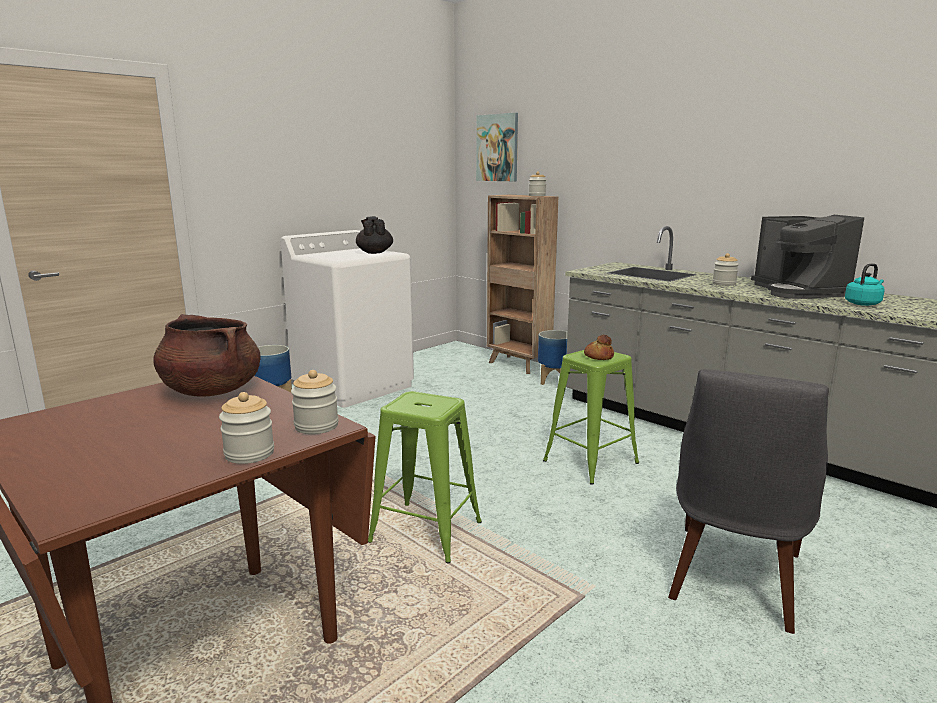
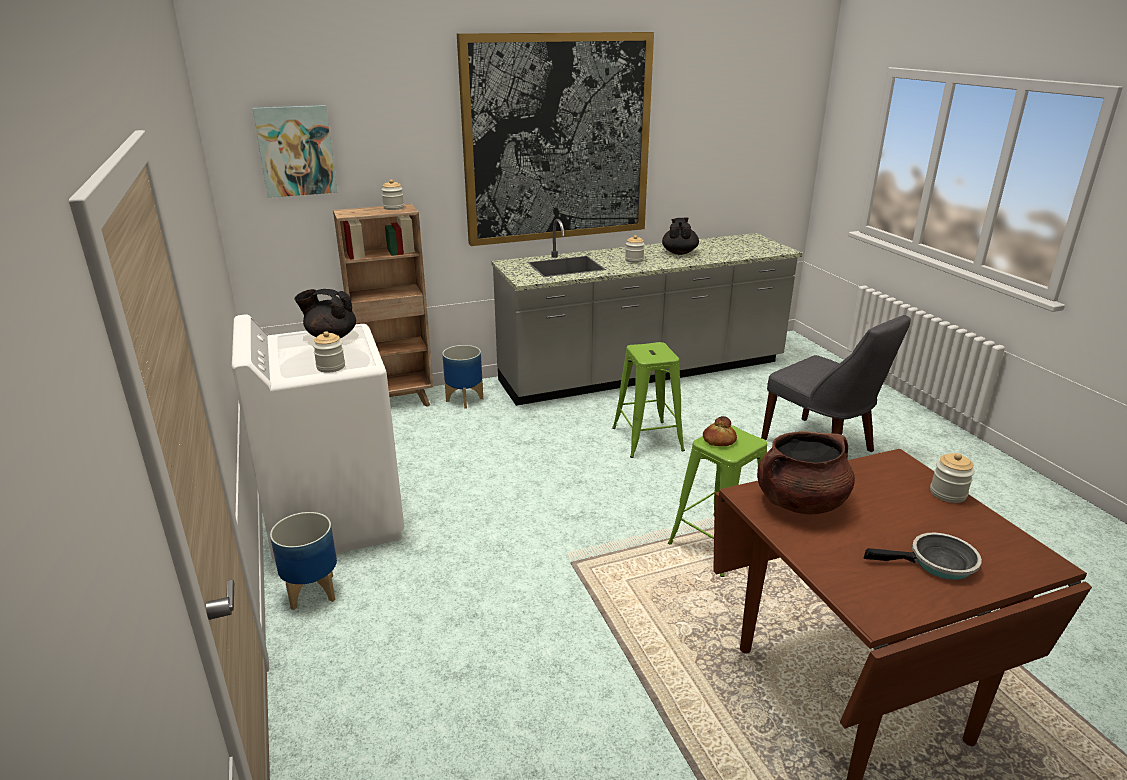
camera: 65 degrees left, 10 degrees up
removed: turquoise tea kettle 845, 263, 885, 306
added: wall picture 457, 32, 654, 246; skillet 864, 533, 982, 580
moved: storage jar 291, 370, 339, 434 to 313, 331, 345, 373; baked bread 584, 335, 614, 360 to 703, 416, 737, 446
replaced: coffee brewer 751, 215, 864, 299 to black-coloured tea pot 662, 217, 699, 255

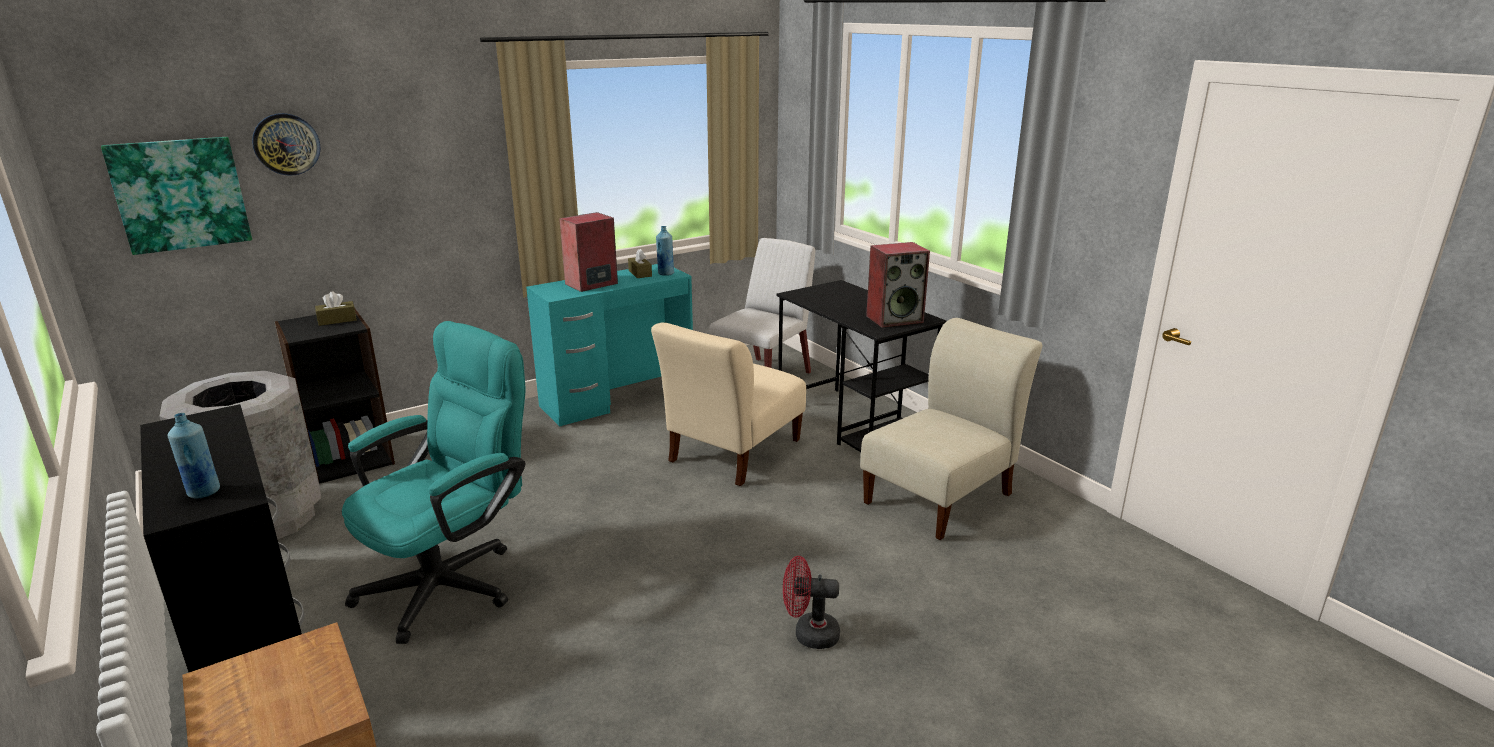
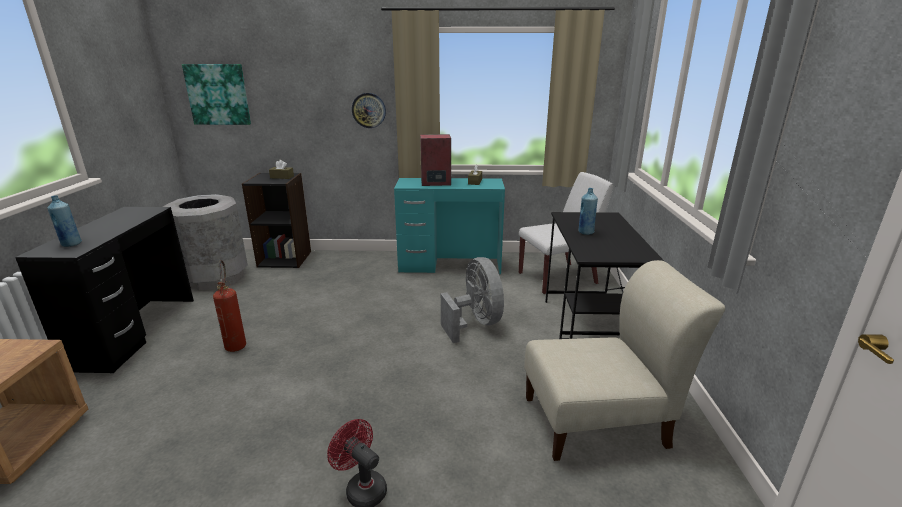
camera: 35 degrees right, 0 degrees up
removed: loudspeaker 866, 242, 930, 328
moved: wall clock 252, 113, 321, 176 to 352, 93, 386, 128; bluish drink bottle 656, 226, 674, 276 to 578, 188, 598, 235
replaced: turquoise computer chair 342, 321, 526, 644 to fire extinguisher 213, 260, 246, 352; beige upright chair 651, 322, 806, 486 to greyish fan 441, 257, 504, 343

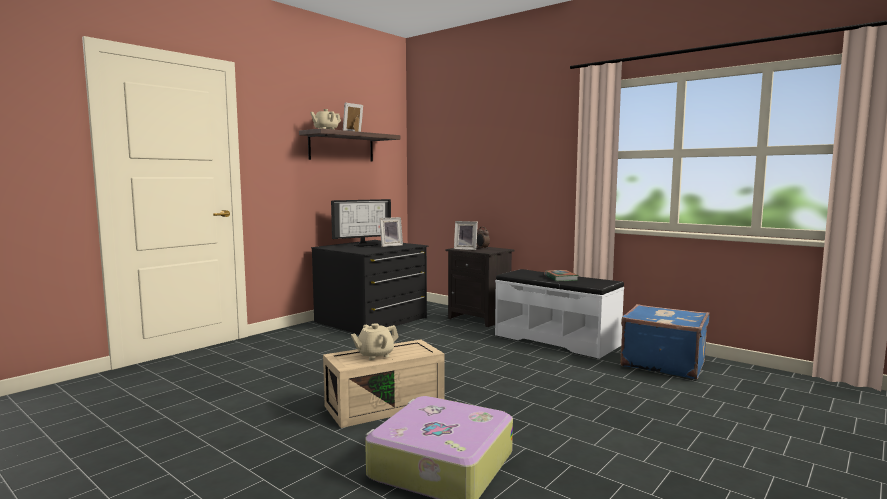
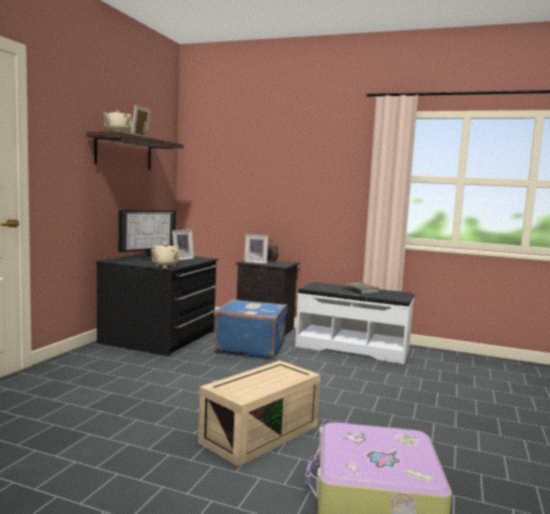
camera: 20 degrees left, 0 degrees up
moved: beige tea pot 351, 323, 398, 360 to 151, 243, 180, 268; bluish suitcase 620, 304, 709, 379 to 215, 299, 287, 359

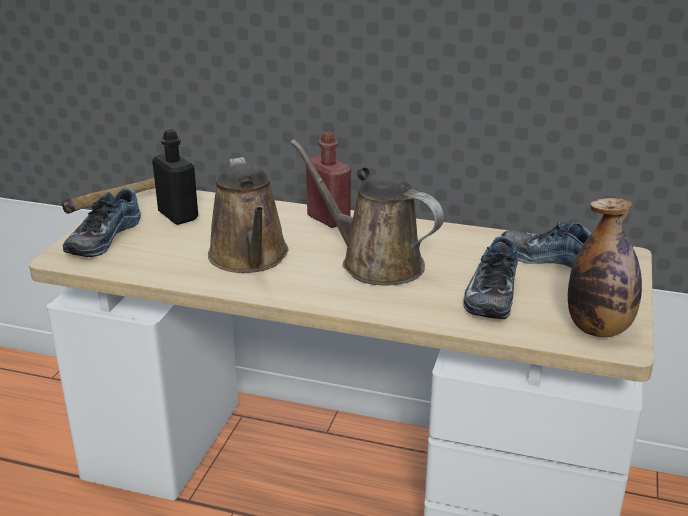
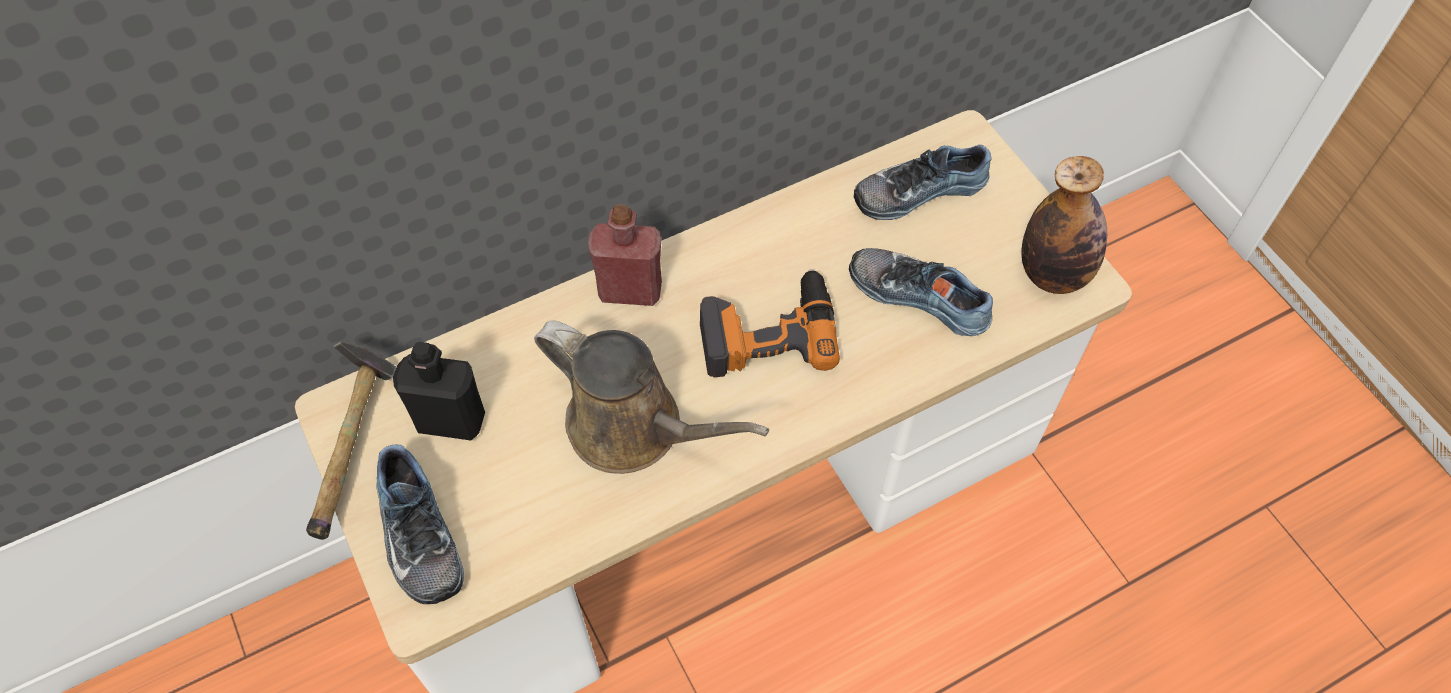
camera: 45 degrees left, 30 degrees up
replaced: brown-coloured watering can 290, 139, 444, 285 to drill 700, 269, 840, 378
turned: shoe 464, 236, 518, 319 = 849, 248, 993, 336 150 degrees clockwise

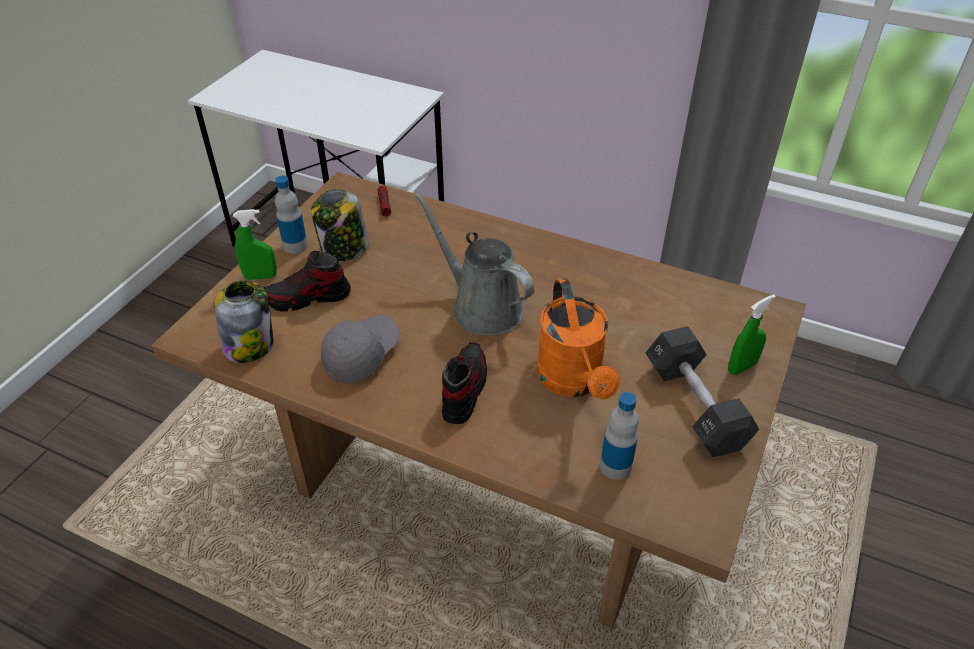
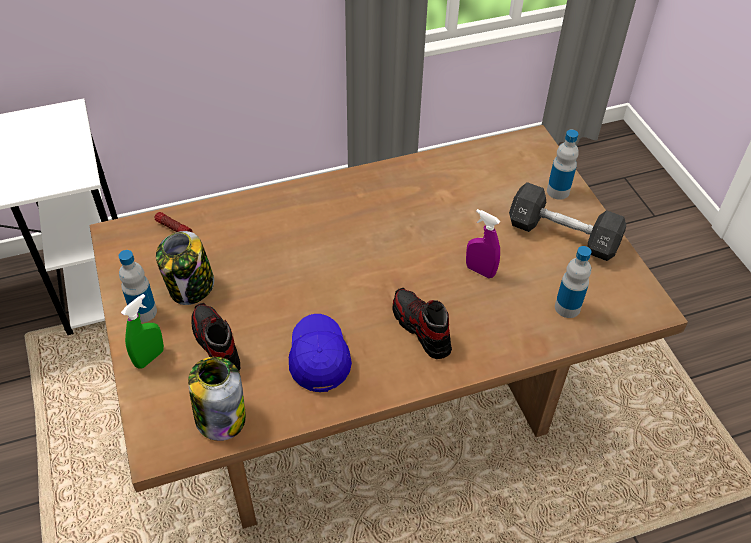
camera: 45 degrees left, 5 degrees up
removed: greyish watering can 415, 192, 534, 336
replaced: orange watering can 537, 278, 620, 400 to purple-coloured spray bottle 466, 209, 500, 278; green spray bottle 728, 294, 776, 375 to drink bottle 547, 130, 578, 200
recoloured: greyish baseball cap 321, 315, 400, 384 to bluish baseball cap 289, 314, 352, 392
turned: shoe 263, 251, 351, 311 = 191, 303, 240, 371 120 degrees clockwise

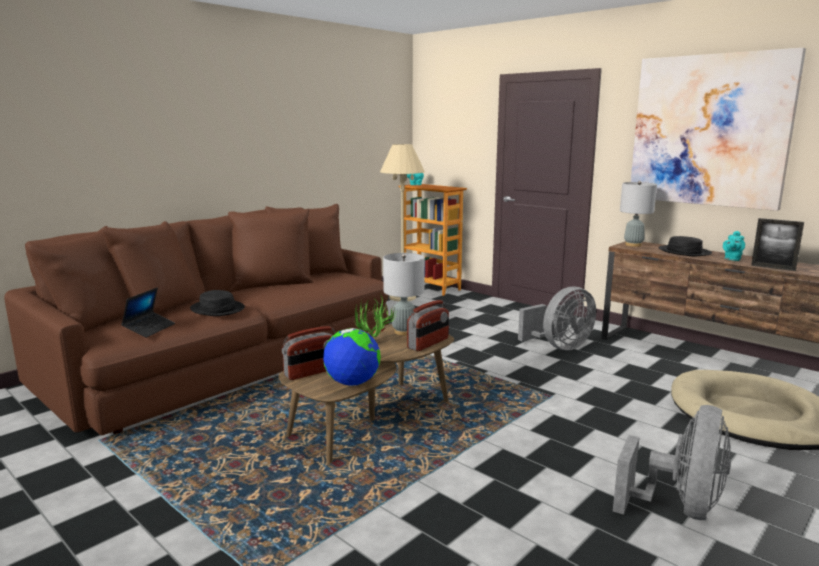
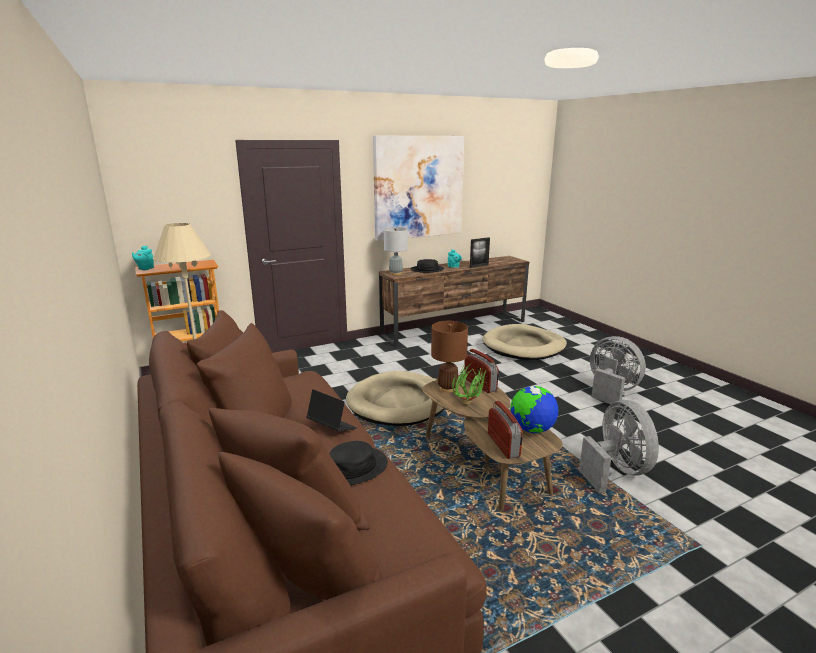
camera: 70 degrees left, 5 degrees up
added: beige dog bed 346, 371, 444, 426
moved: laptop 121, 288, 175, 338 to 306, 389, 357, 432; greyish fan 518, 286, 596, 350 to 579, 400, 659, 493
recoloured: greyish lamp for a table 383, 253, 425, 335 to brown-coloured lamp for a table 431, 321, 468, 393

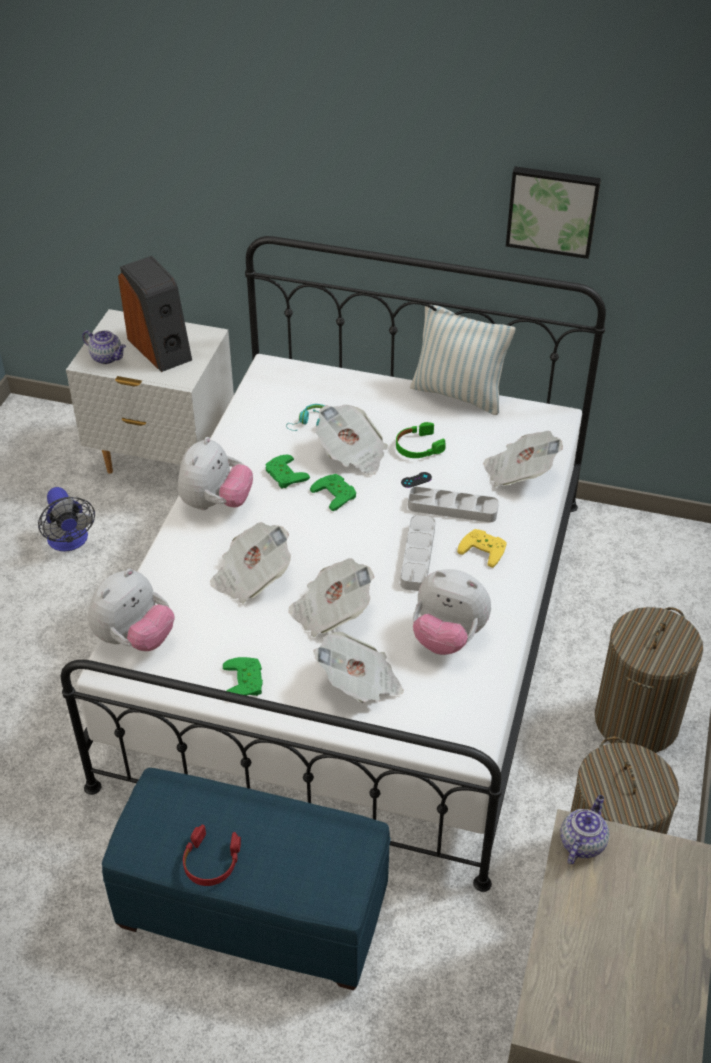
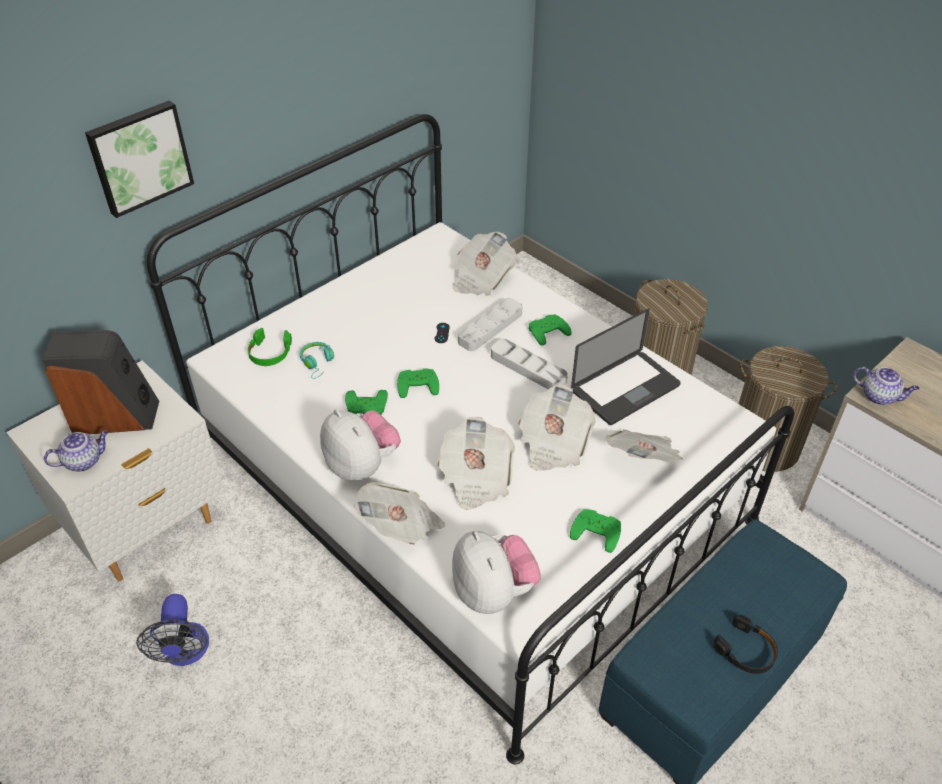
camera: 60 degrees left, 0 degrees up
removed: throw pillow 410, 304, 516, 415
moved: wall picture 506, 166, 601, 259 to 85, 101, 194, 218; green headset 396, 422, 446, 458 to 248, 328, 292, 366; daily paper 315, 405, 388, 475 to 354, 482, 445, 545
replaced: plush toy 413, 569, 491, 655 to laptop 571, 309, 681, 425
recoloured: yellowish joypad 457, 529, 507, 568 to green joypad 529, 314, 572, 346; red headset 183, 825, 241, 886 to black-coloured headset 713, 615, 778, 674
turned: fan 38, 487, 95, 551 = 136, 594, 209, 666 75 degrees clockwise; tea pot 560, 795, 609, 864 = 853, 367, 919, 405 150 degrees clockwise

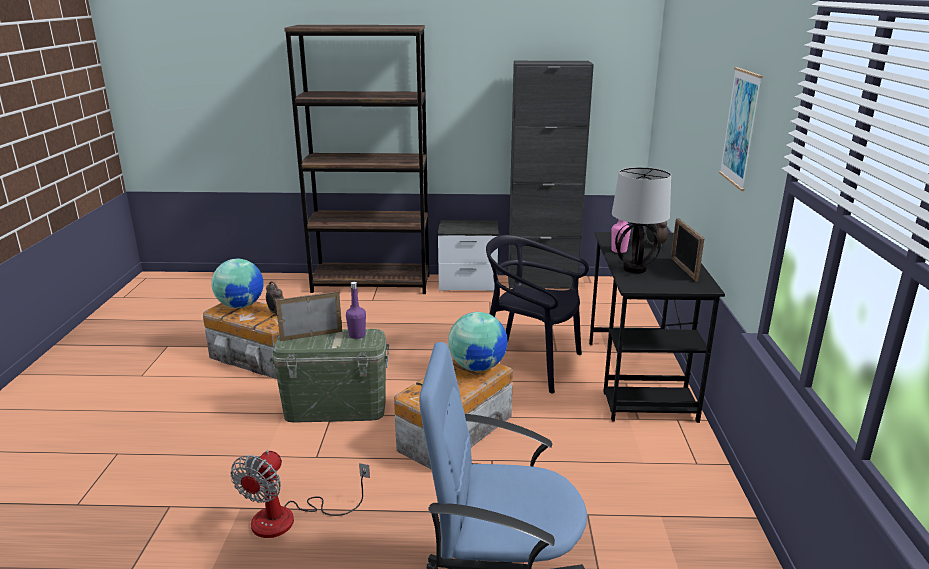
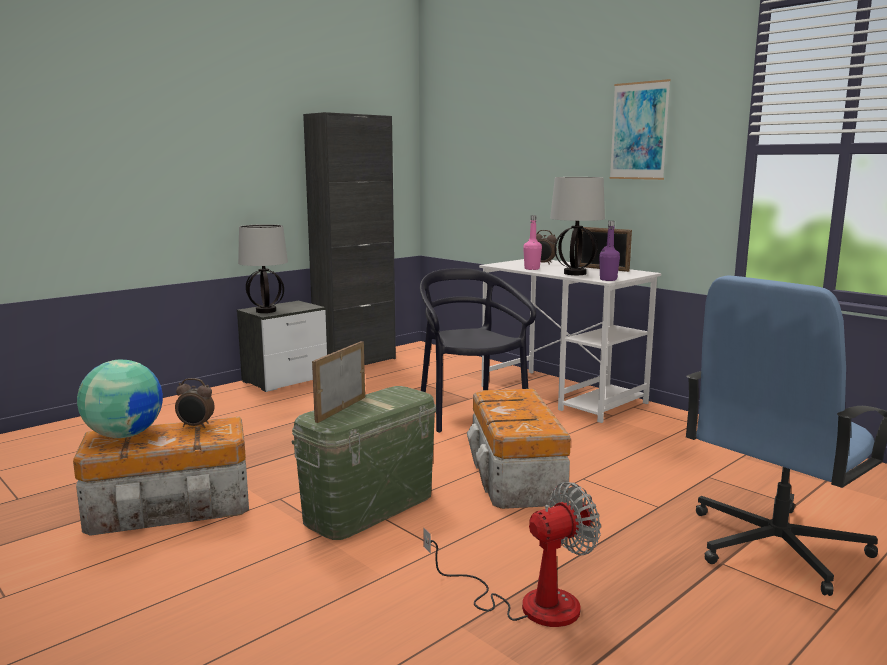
camera: 45 degrees left, 10 degrees down
removed: brown-coloured bookcase 284, 25, 429, 294; world globe 448, 312, 508, 371
added: lamp for a table 238, 224, 288, 313
moved: purple-coloured drink bottle 346, 282, 366, 339 to 599, 221, 620, 281
recoloured: black-coloured desk 589, 232, 725, 423 to whitish desk 479, 259, 661, 423
turned: black-coloured upright chair 486, 235, 589, 393 = 420, 268, 536, 433 90 degrees clockwise; fan 231, 450, 370, 538 = 423, 482, 601, 627 90 degrees counterclockwise

